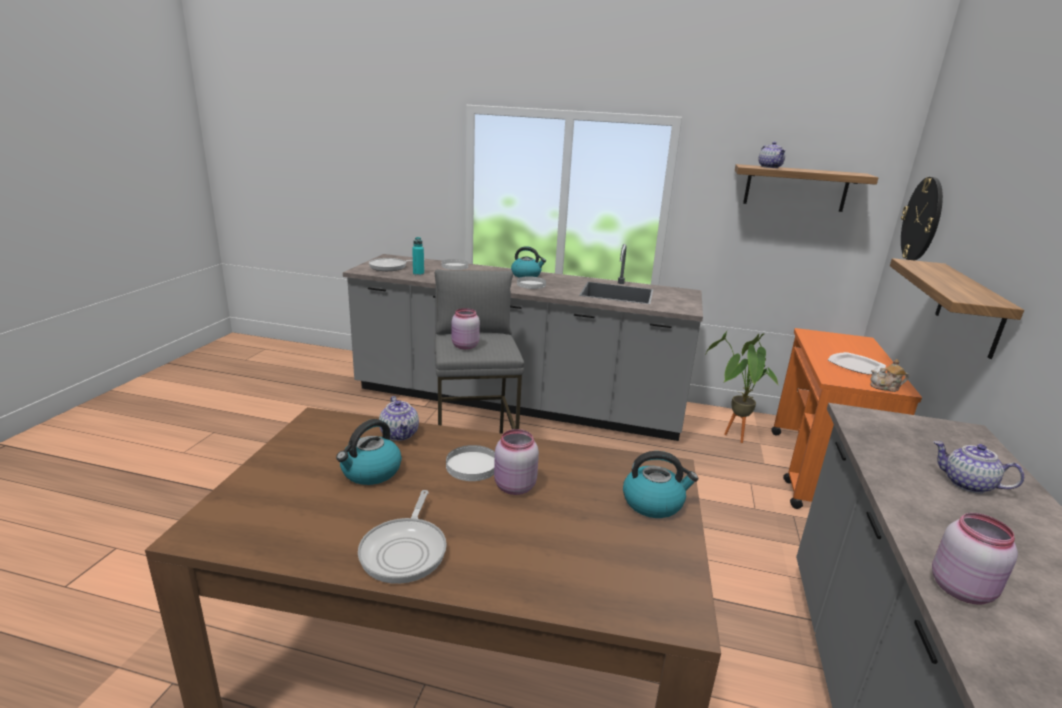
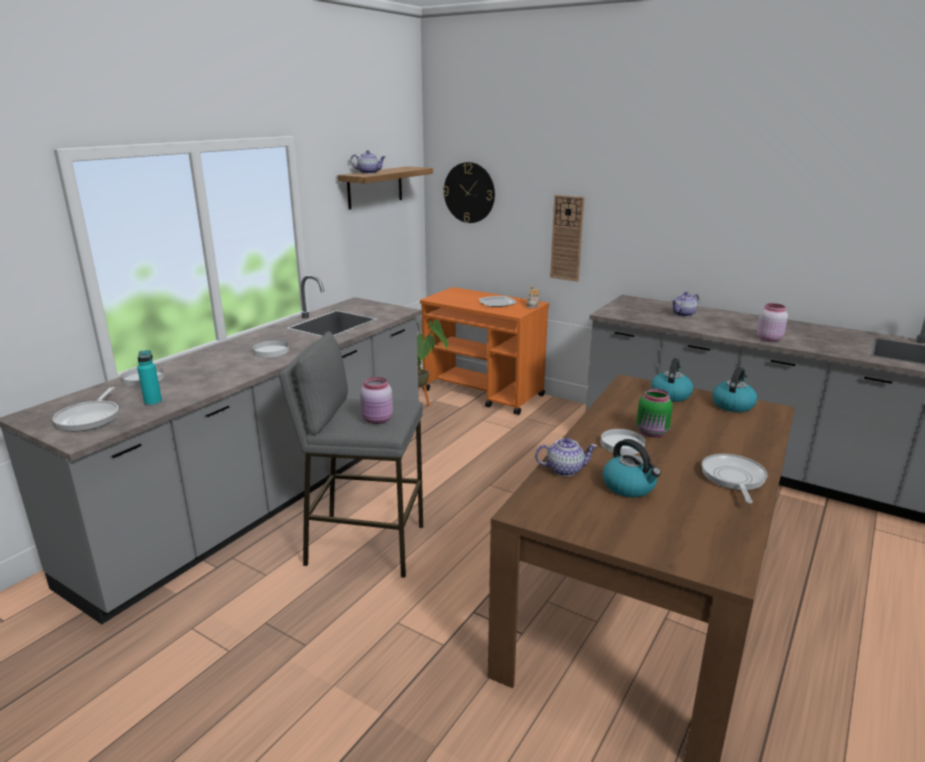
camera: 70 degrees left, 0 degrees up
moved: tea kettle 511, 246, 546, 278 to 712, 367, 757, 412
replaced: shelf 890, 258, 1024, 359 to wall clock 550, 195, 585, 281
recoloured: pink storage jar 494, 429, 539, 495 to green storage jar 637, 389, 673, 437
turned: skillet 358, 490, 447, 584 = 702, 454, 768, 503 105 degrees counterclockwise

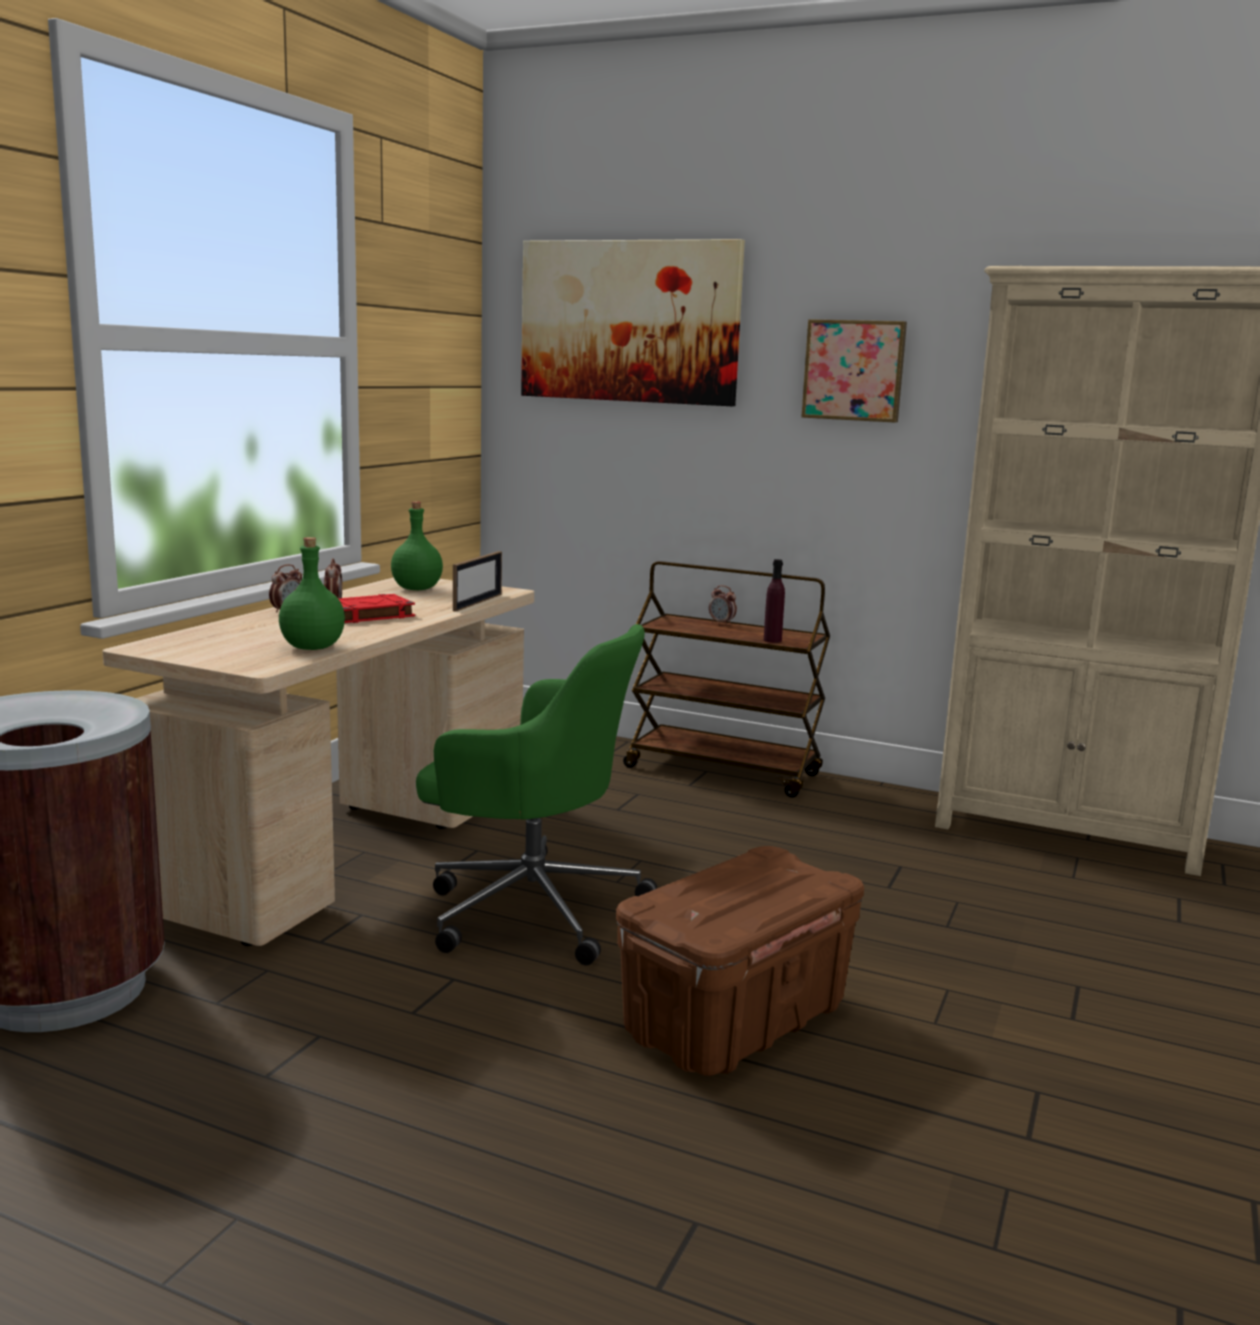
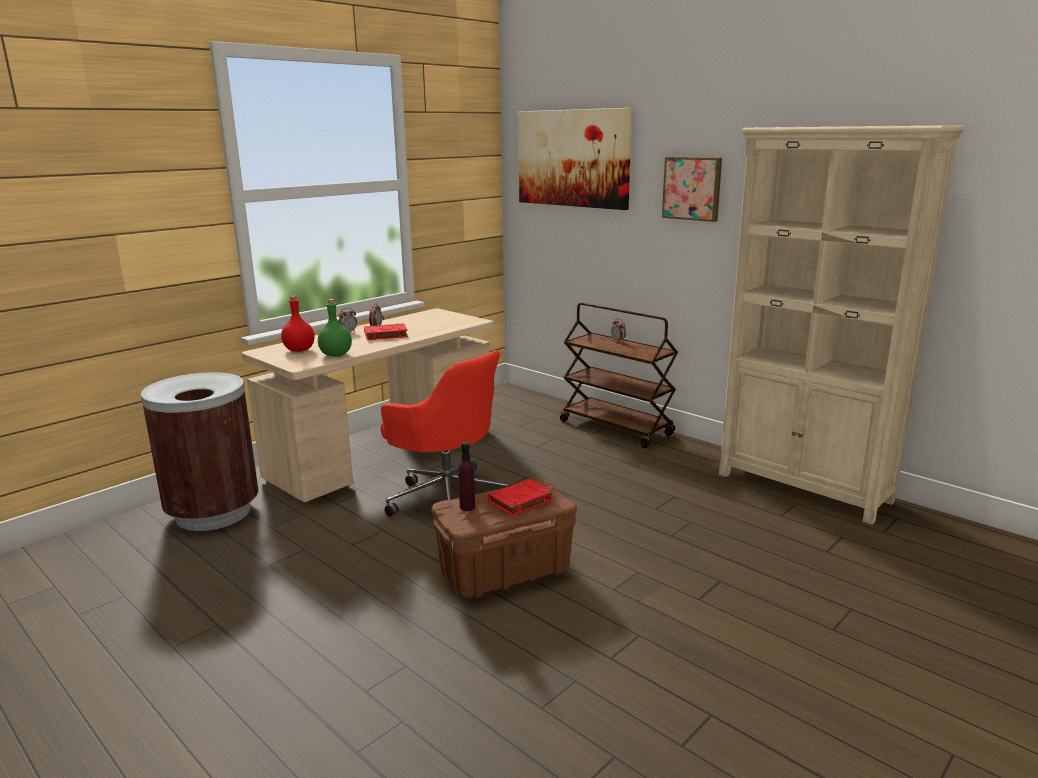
camera: 20 degrees right, 5 degrees up
removed: green drink bottle 391, 502, 443, 590; standing frame 453, 551, 502, 612
added: red drink bottle 281, 296, 315, 352; red bound book 488, 479, 554, 516
moved: purple-coloured drink bottle 764, 559, 785, 643 to 458, 442, 475, 511
recoloured: green computer chair 416, 624, 657, 965 to red computer chair 381, 350, 508, 517

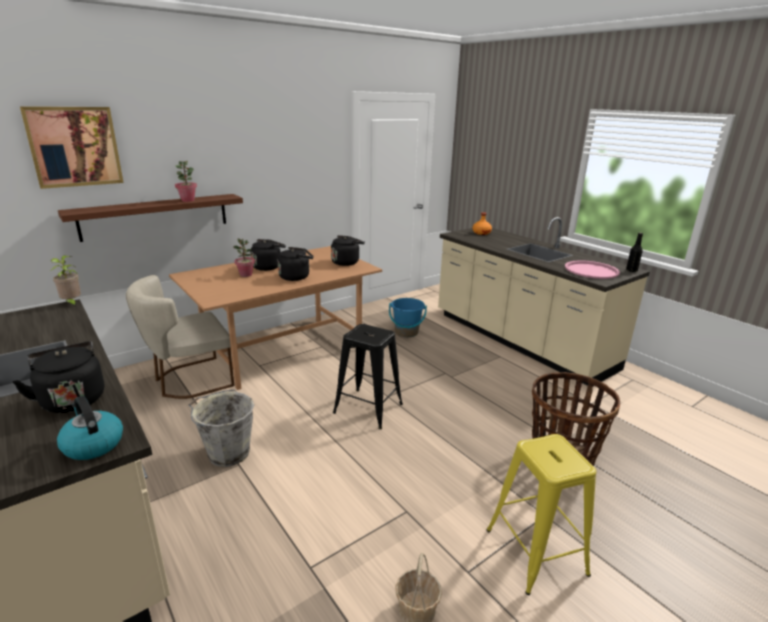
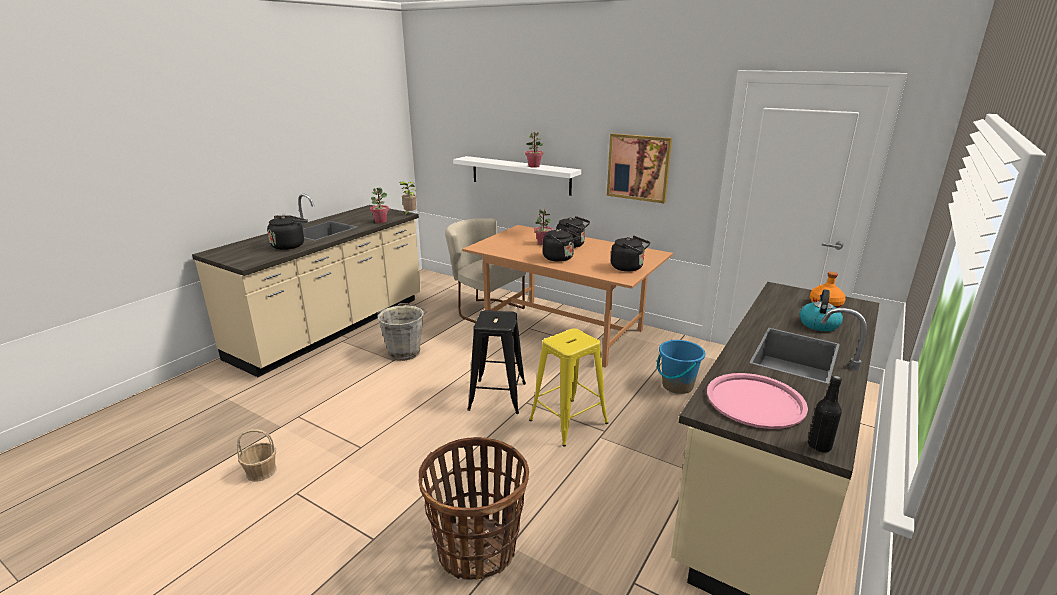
camera: 70 degrees right, 0 degrees up
added: houseplant 370, 187, 389, 223
moved: yellowish stool 486, 434, 596, 595 to 529, 328, 608, 446; wall picture 20, 106, 124, 189 to 607, 133, 672, 204; tea kettle 57, 396, 123, 460 to 800, 289, 843, 331
recoloured: brown-coloured shelf 58, 194, 243, 242 to whitish shelf 453, 156, 581, 196

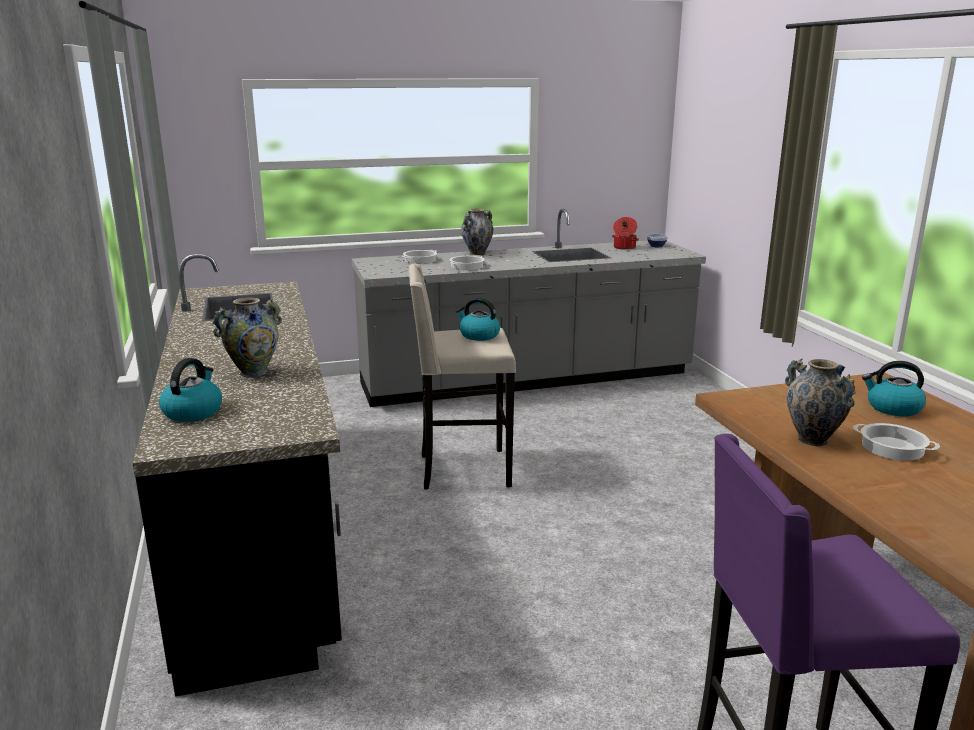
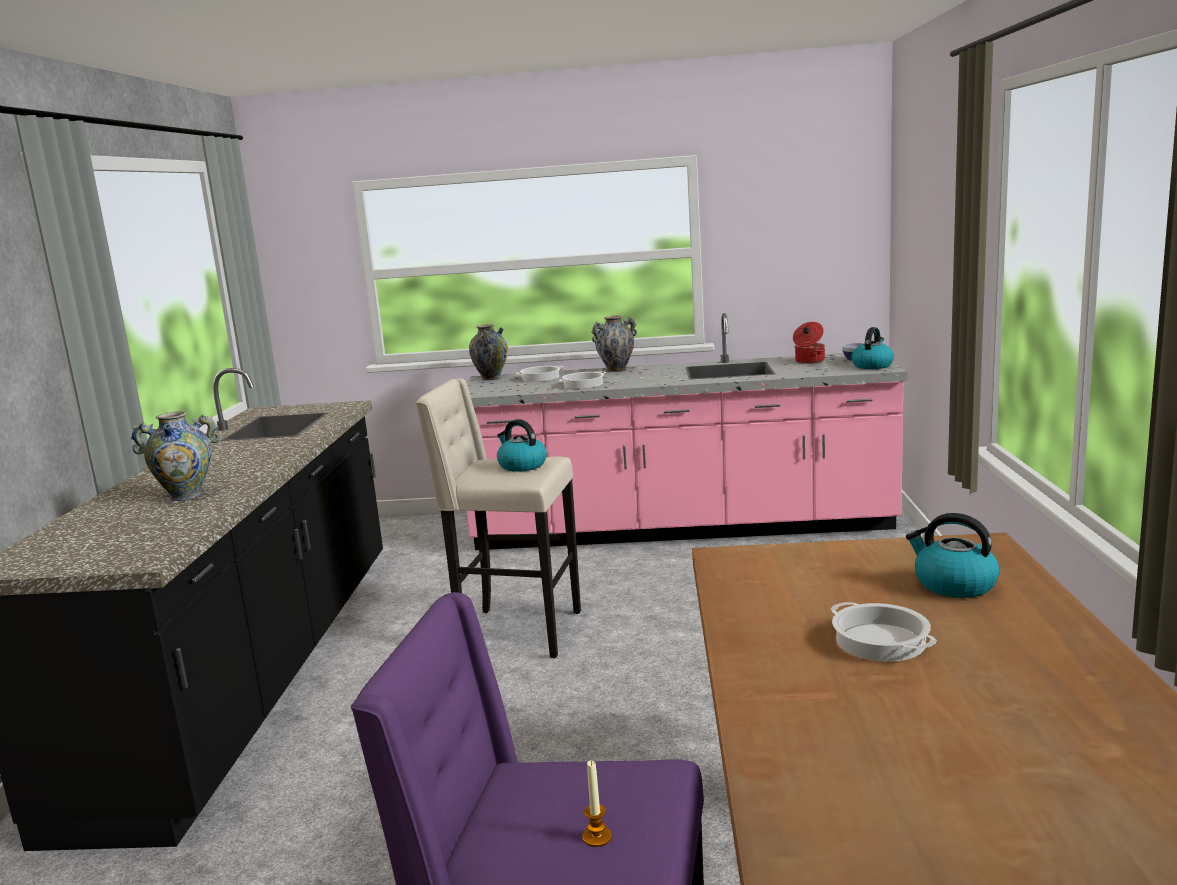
camera: 20 degrees right, 5 degrees down
added: wax candle 582, 761, 612, 847
moved: flower vase 785, 358, 856, 446 to 469, 324, 508, 380; tea kettle 159, 358, 222, 422 to 851, 327, 894, 369
recoloured: greyish kitchen base unit 352, 209, 706, 407 to pink kitchen base unit 466, 313, 907, 550

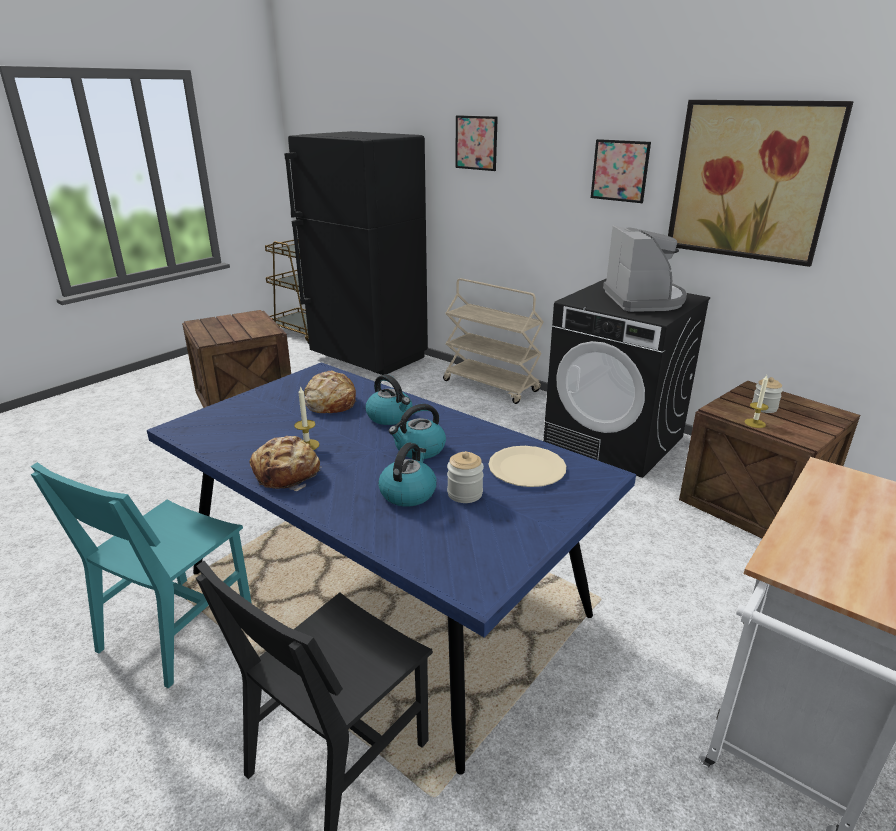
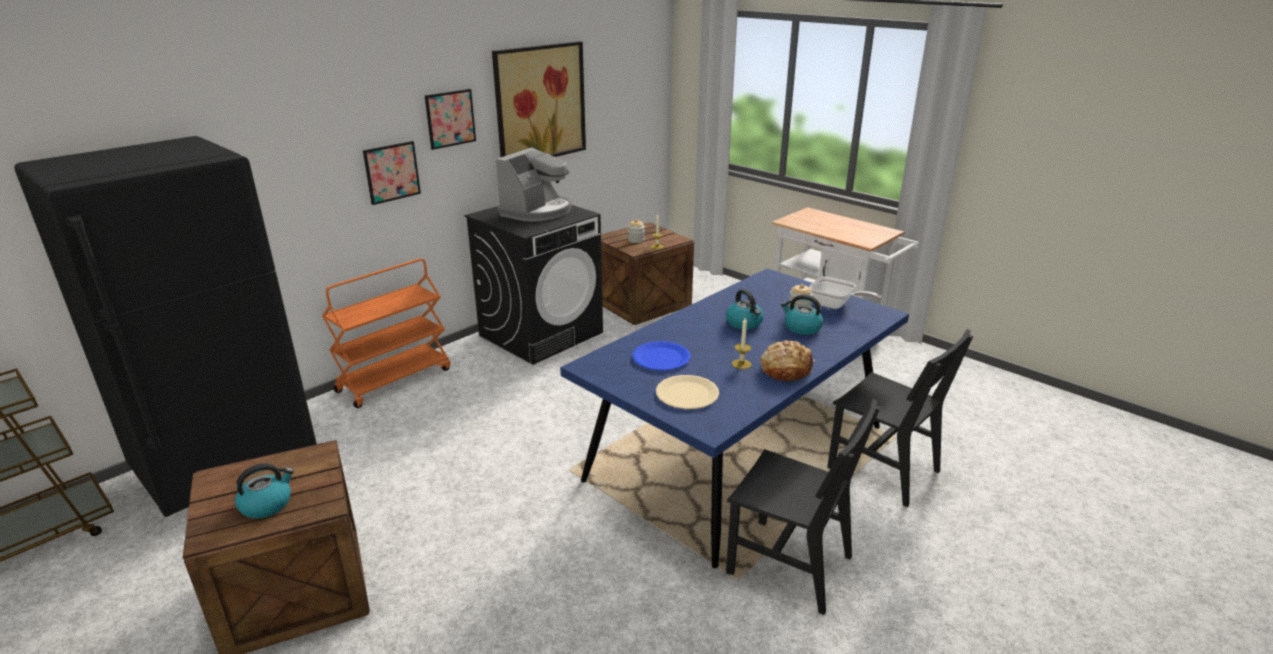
camera: 85 degrees left, 0 degrees up
added: skillet 809, 276, 881, 309
moved: tea kettle 366, 374, 413, 425 to 235, 463, 294, 519; wall picture 455, 115, 498, 171 to 363, 141, 421, 205; beige dinner plate 488, 446, 566, 487 to 656, 375, 719, 409
replaced: baked bread 304, 370, 356, 413 to bluish dinner plate 632, 341, 691, 370
recoloured: beige wheeled cart 443, 278, 544, 404 to orange wheeled cart 322, 258, 451, 408; turquoise upright chair 31, 462, 252, 688 to black-coloured upright chair 726, 399, 880, 615
turned: coffee brewer 603, 225, 687, 312 = 496, 147, 572, 222 120 degrees clockwise

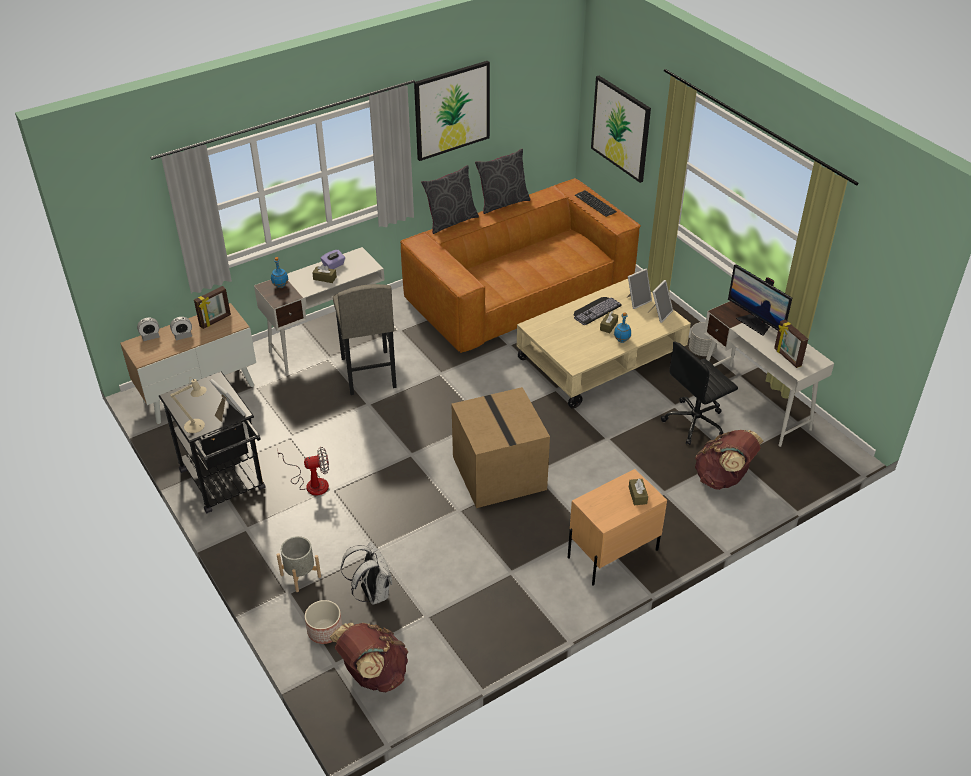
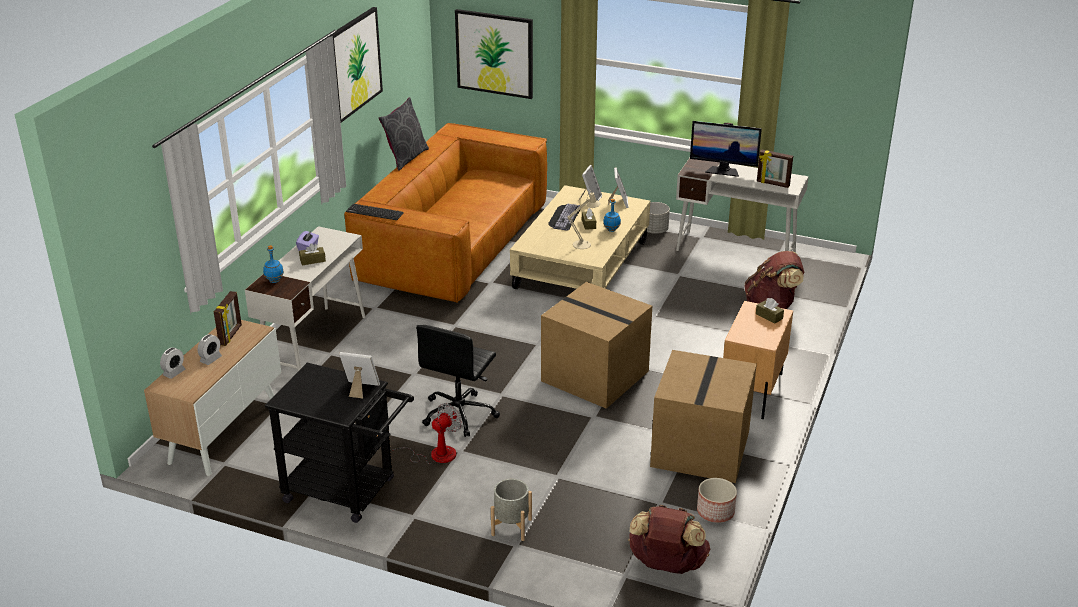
camera: 35 degrees left, 10 degrees down
removed: greyish stool 333, 284, 397, 395; whitish backpack 341, 542, 392, 605; greyish throw pillow 421, 165, 479, 234
added: packing box 650, 350, 757, 483
moved: computer keyboard 575, 190, 617, 217 to 346, 204, 404, 220; black-coloured computer chair 661, 341, 738, 445 to 416, 325, 500, 437; beige lamp for a table 170, 377, 207, 433 to 567, 192, 601, 249; planter 305, 600, 342, 644 to 697, 478, 737, 523

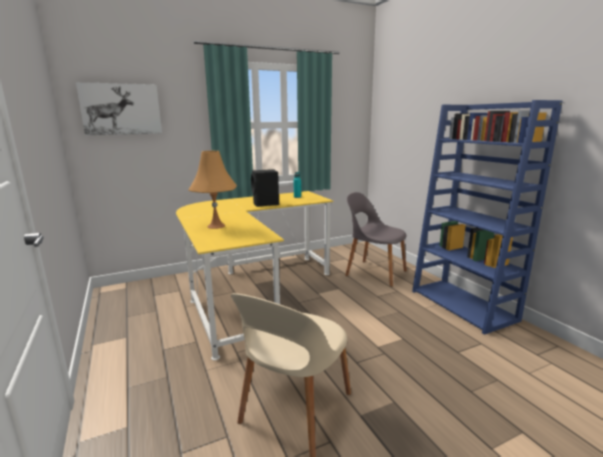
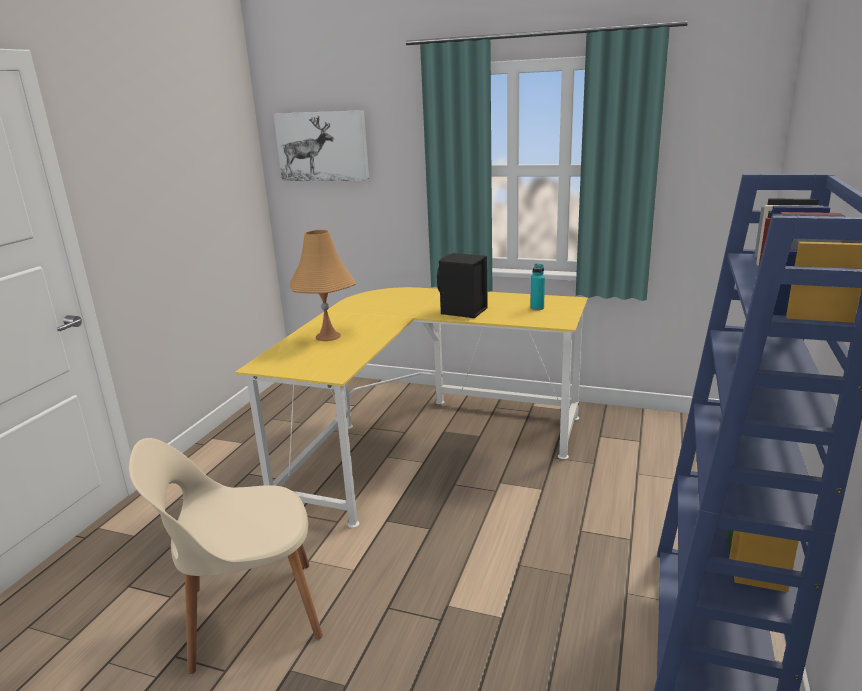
camera: 45 degrees right, 5 degrees up
removed: greyish upright chair 345, 192, 407, 287

